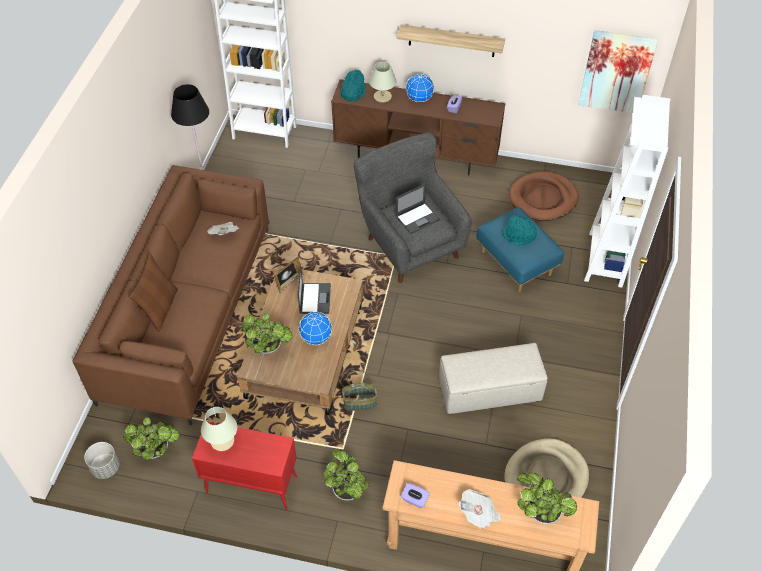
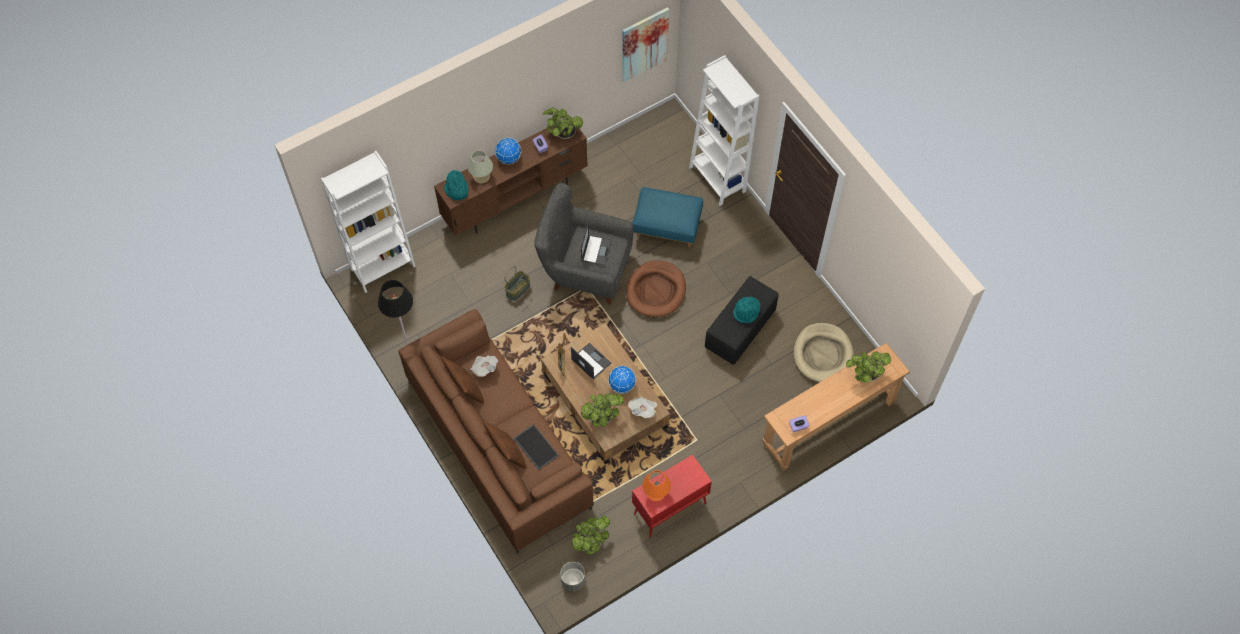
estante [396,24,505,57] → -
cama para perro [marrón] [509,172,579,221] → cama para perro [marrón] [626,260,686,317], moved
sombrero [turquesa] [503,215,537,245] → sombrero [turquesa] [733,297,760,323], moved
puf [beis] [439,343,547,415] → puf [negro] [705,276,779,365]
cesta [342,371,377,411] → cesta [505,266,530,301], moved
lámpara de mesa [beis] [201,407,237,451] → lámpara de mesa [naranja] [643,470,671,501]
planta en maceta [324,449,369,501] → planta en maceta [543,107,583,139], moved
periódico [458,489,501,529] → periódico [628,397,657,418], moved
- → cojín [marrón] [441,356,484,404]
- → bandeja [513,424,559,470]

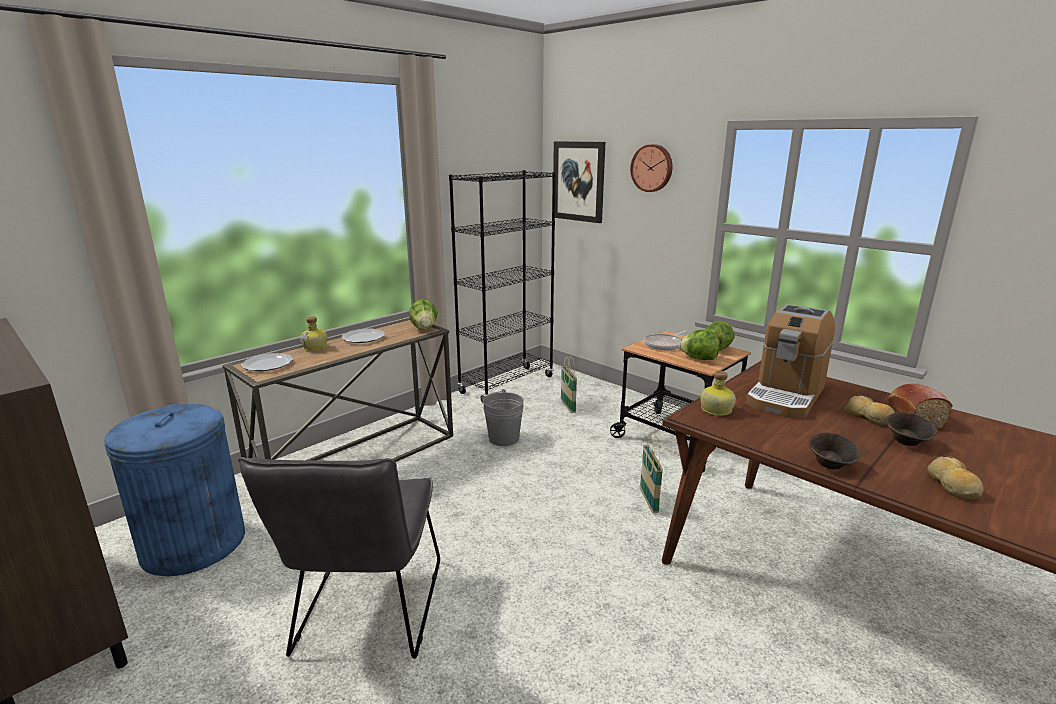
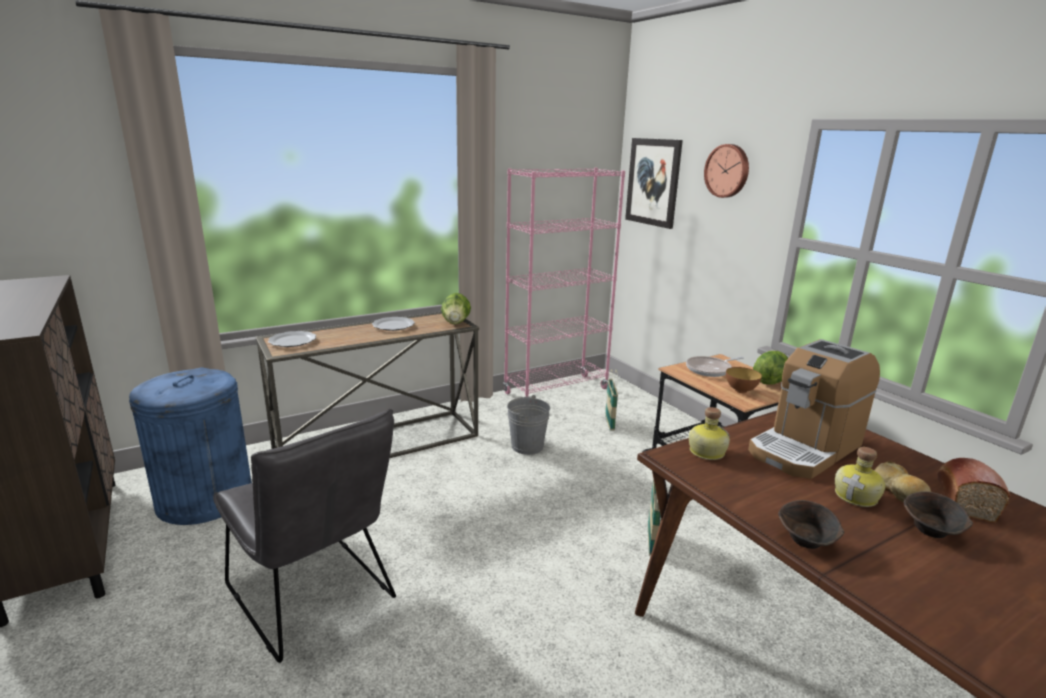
estantería [negro] [449,170,556,403] → estantería [rosa] [504,168,625,397]
botella [300,316,328,351] → botella [835,447,885,507], moved
lechuga [679,330,720,360] → cuenco [726,367,762,393]
pan [927,456,984,500] → -
silla [gris] [238,457,440,659] → silla [gris] [213,409,396,663], 60 degrees counterclockwise

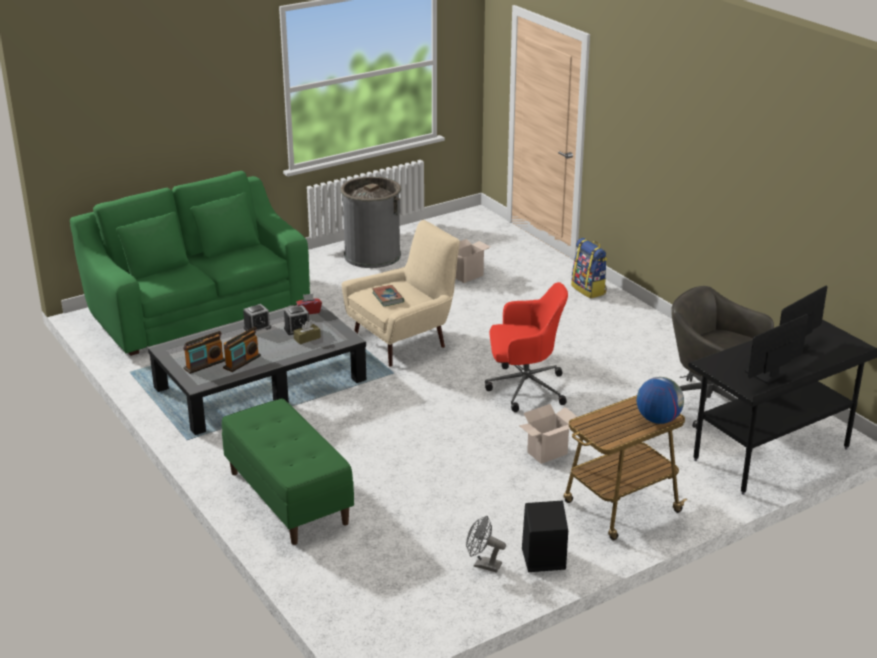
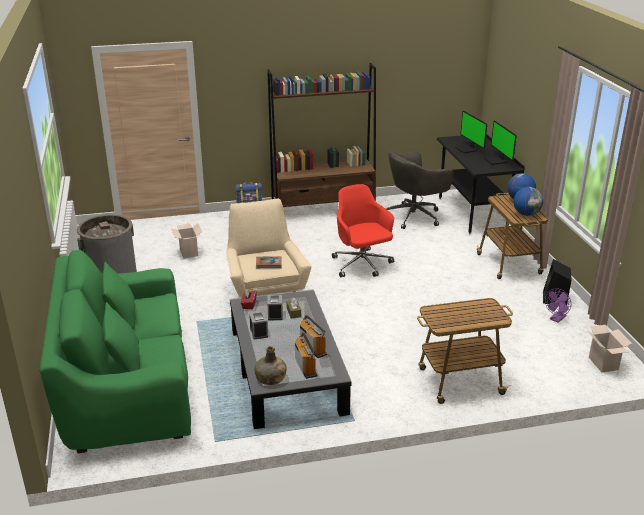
silla de oficina [rojo] [485,282,568,412] → silla de oficina [rojo] [332,184,394,277], 45 degrees counterclockwise
banco [verde] [222,398,354,545] → carrito [417,298,513,404]
caja de cartón [519,404,578,464] → caja de cartón [588,325,632,373], moved
ventilador [gris] [466,516,506,573] → ventilador [morado] [545,288,571,323]
- → estantería [marrón] [267,63,376,207]
- → globo terráqueo [513,187,543,216]
- → botella [verde] [255,346,287,385]

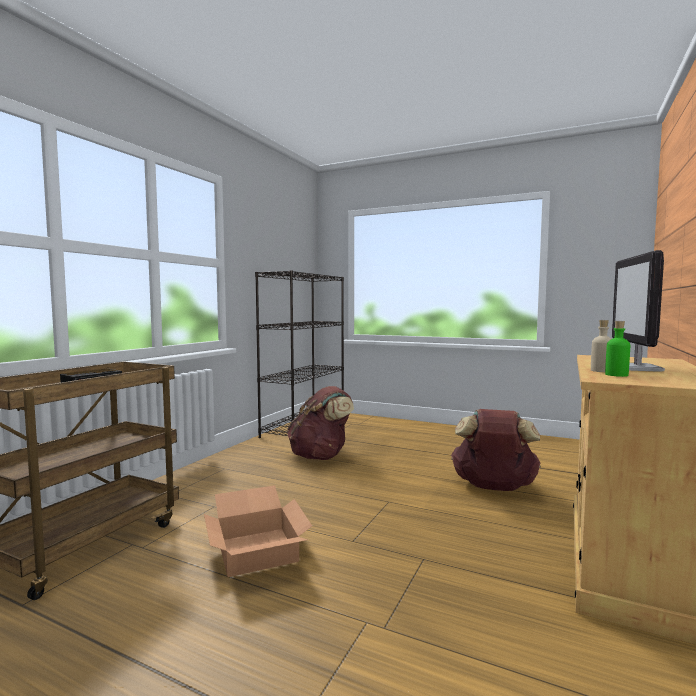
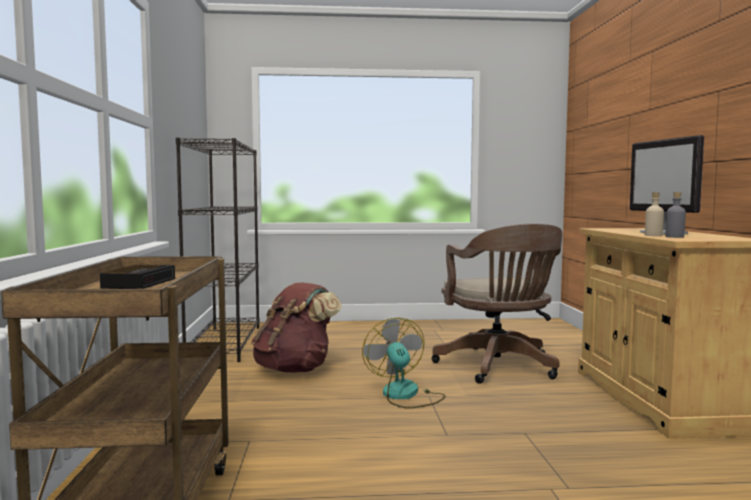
botella [verde] [605,321,630,377] → botella [gris] [665,192,686,238]
mochila [marrón] [451,409,541,491] → silla de oficina [marrón] [432,224,563,384]
caja de cartón [204,485,312,577] → -
- → ventilador [362,318,446,408]

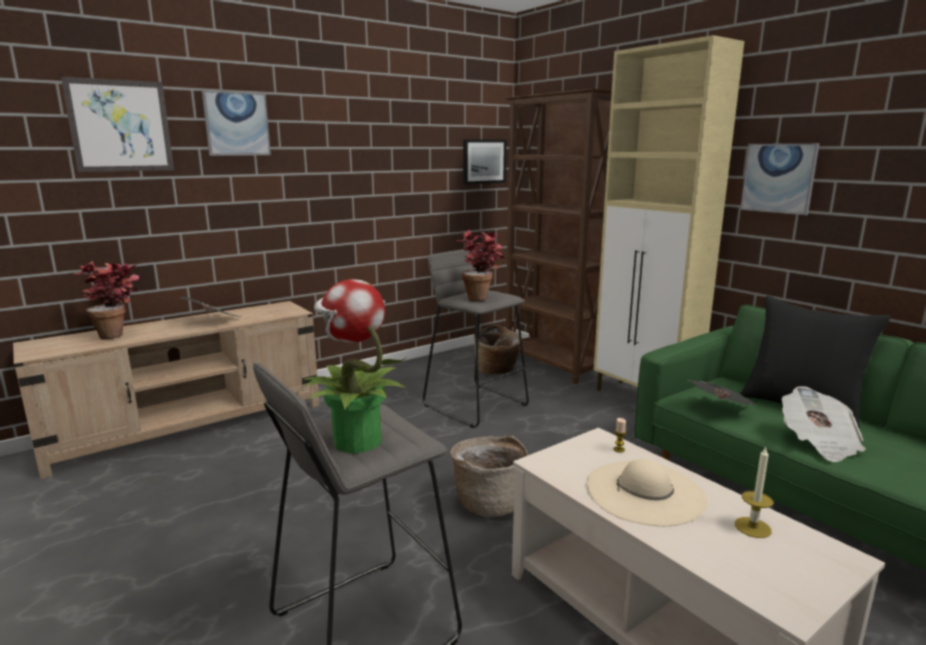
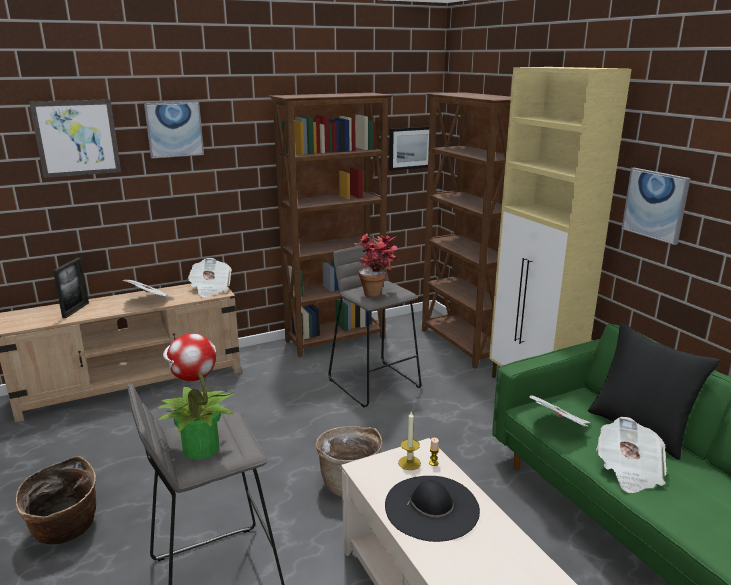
planta en maceta [74,261,140,339] → portarretratos [53,258,89,318]
cesta [474,325,520,374] → cesta [16,456,96,545], moved
vela [735,447,774,538] → vela [398,412,421,470], moved
sombrero [beis] [587,459,708,526] → sombrero [negro] [385,476,480,542]
- → estantería [marrón] [269,93,393,357]
- → periódico [188,258,232,297]

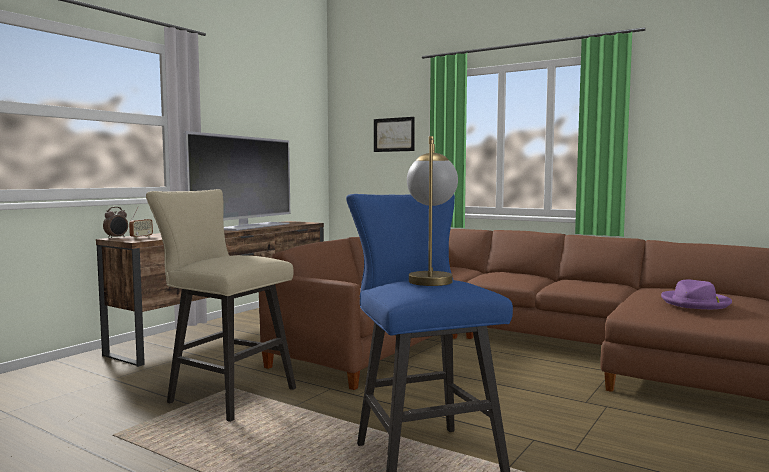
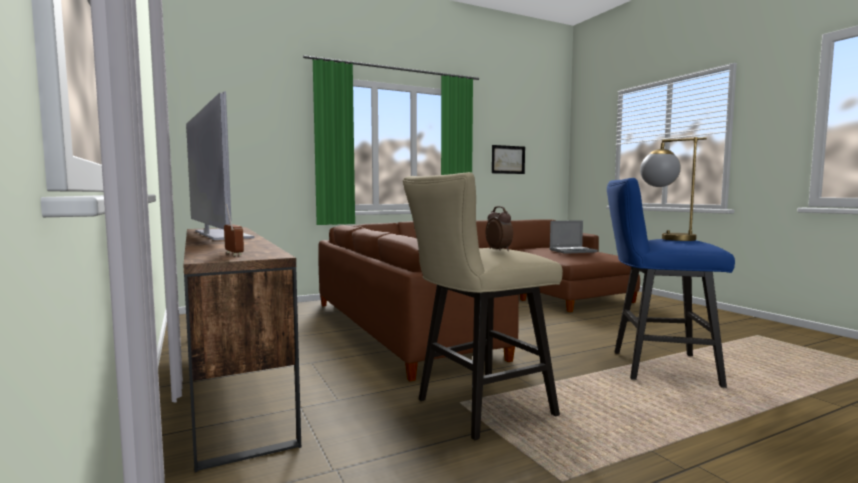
cuadro [374,117,415,152] → cuadro [492,145,525,174], moved
despertador [103,207,128,238] → despertador [486,206,513,251], moved
sombrero [morado] [661,279,732,309] → portátil [549,220,598,254]

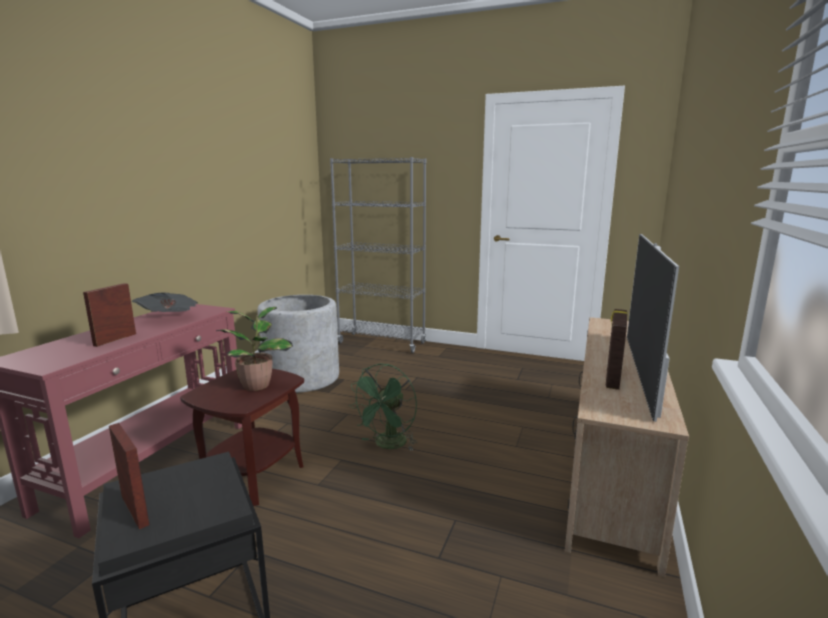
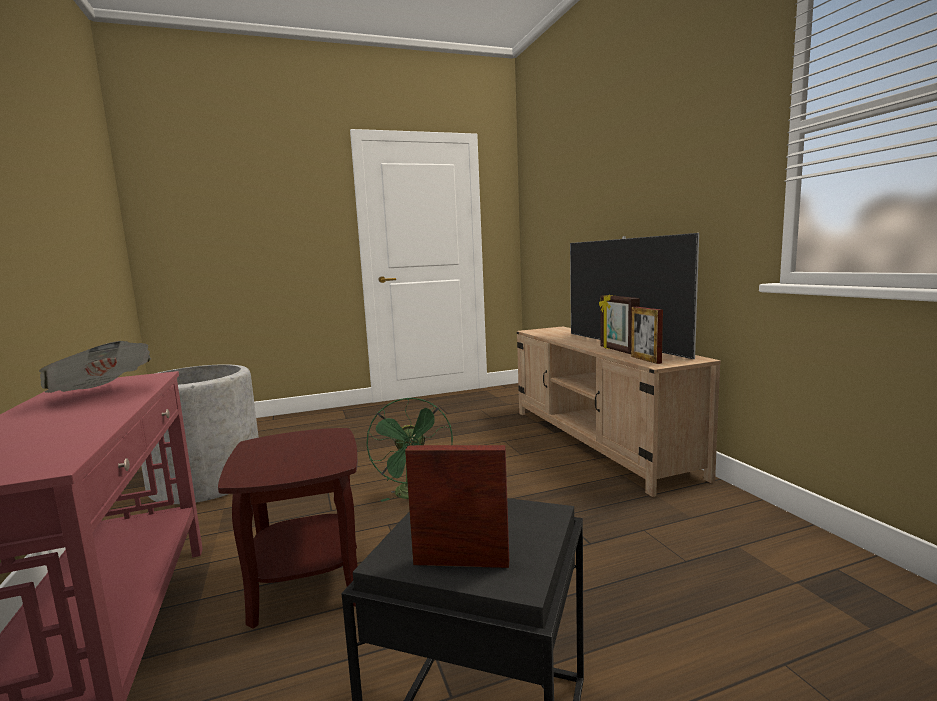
estantería [gris] [330,157,426,353] → -
portarretratos [83,283,136,347] → portarretratos [631,307,663,364], moved
planta en maceta [216,307,293,391] → -

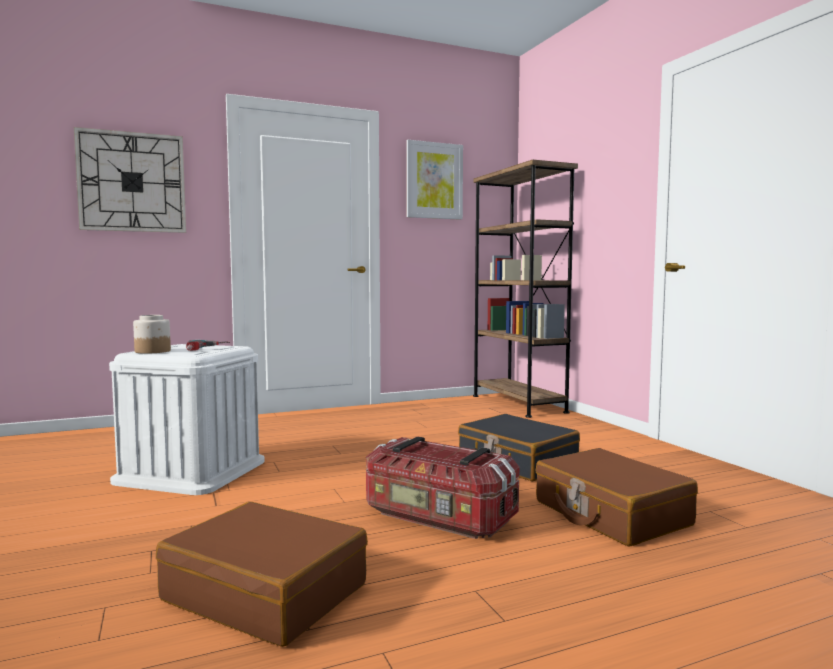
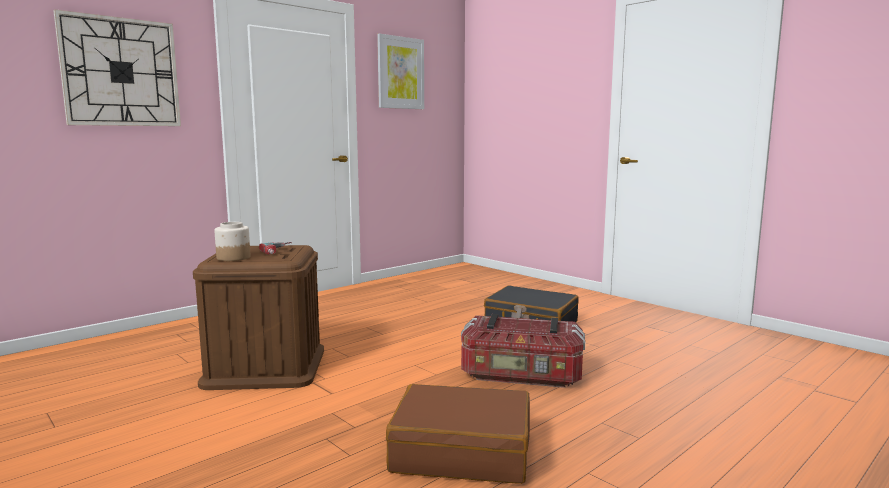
estantería [marrón] [473,160,578,418] → -
caja de almacenaje [blanco] [109,344,265,495] → caja de almacenaje [marrón] [193,245,324,390]
maleta [marrón] [535,448,698,547] → -

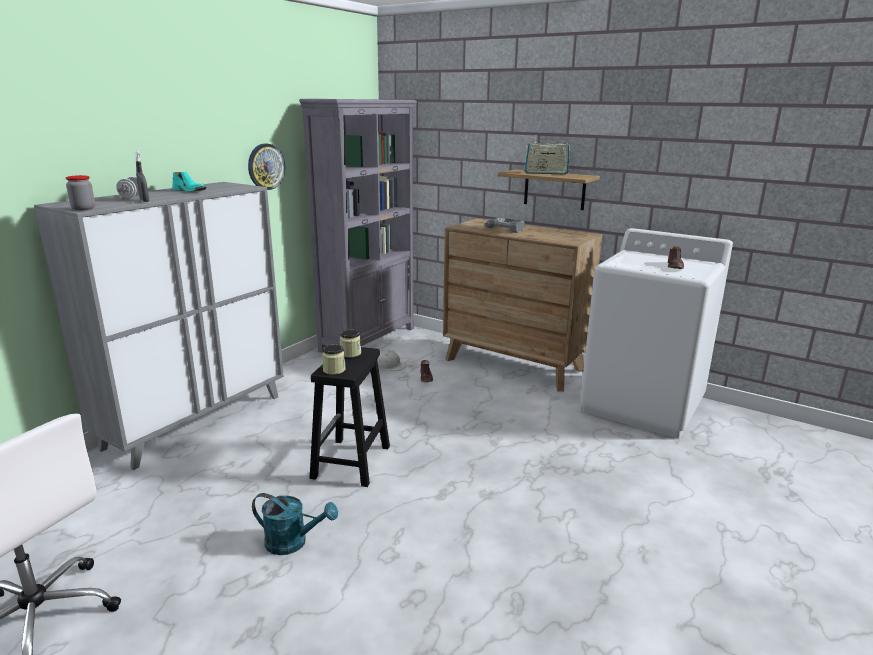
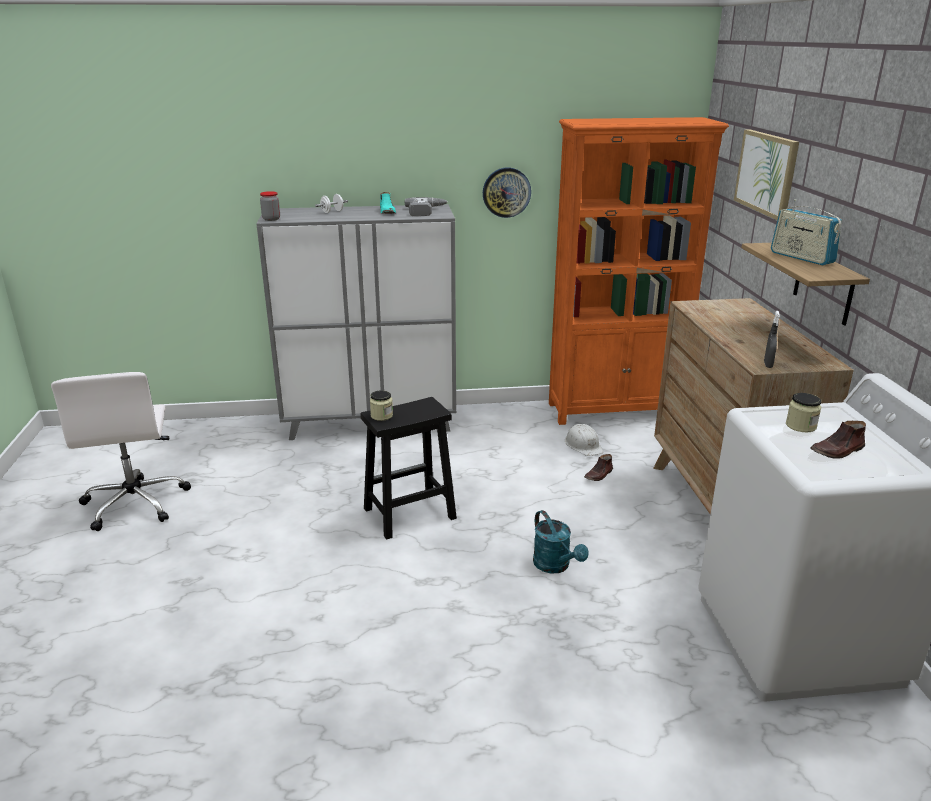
estantería [gris] [299,99,417,353] → estantería [naranja] [549,117,729,425]
pulverizador [gris] [135,151,149,202] → pulverizador [gris] [764,311,780,368], moved
taladro [485,218,524,233] → taladro [405,197,447,216], moved
tarro [340,330,361,358] → tarro [786,393,821,432], moved
regadera [turquesa] [252,493,338,555] → regadera [turquesa] [533,510,589,574], moved
- → cuadro [734,129,799,220]

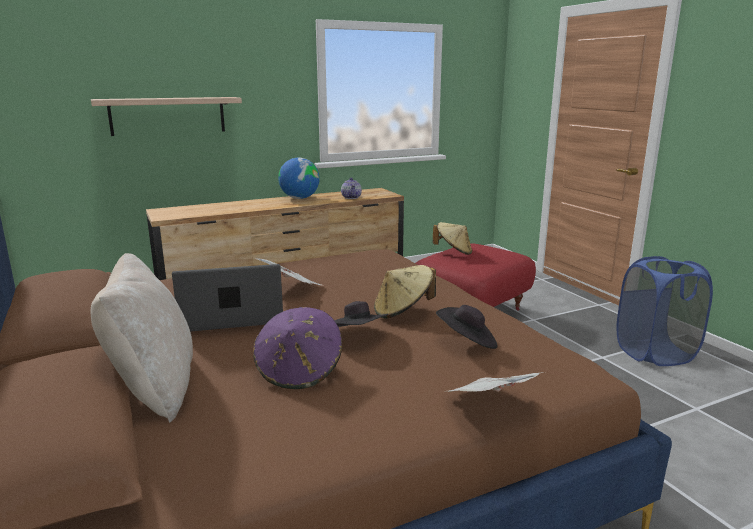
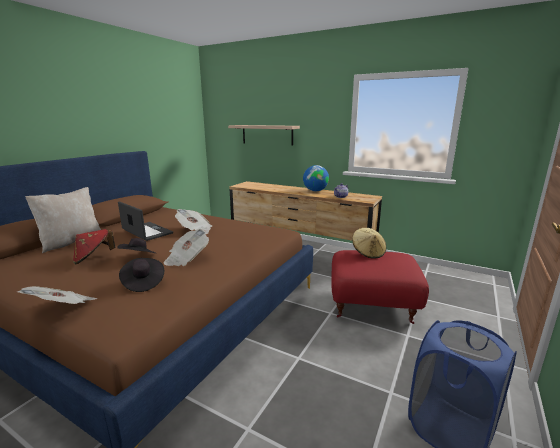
sombrero [beis] [374,265,436,319] → periódico [164,229,209,266]
sombrero [morado] [253,307,342,389] → sombrero [rojo] [73,229,115,264]

